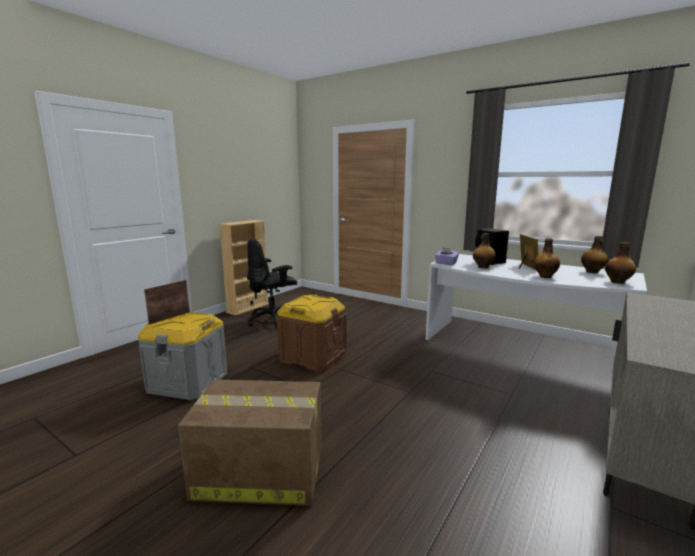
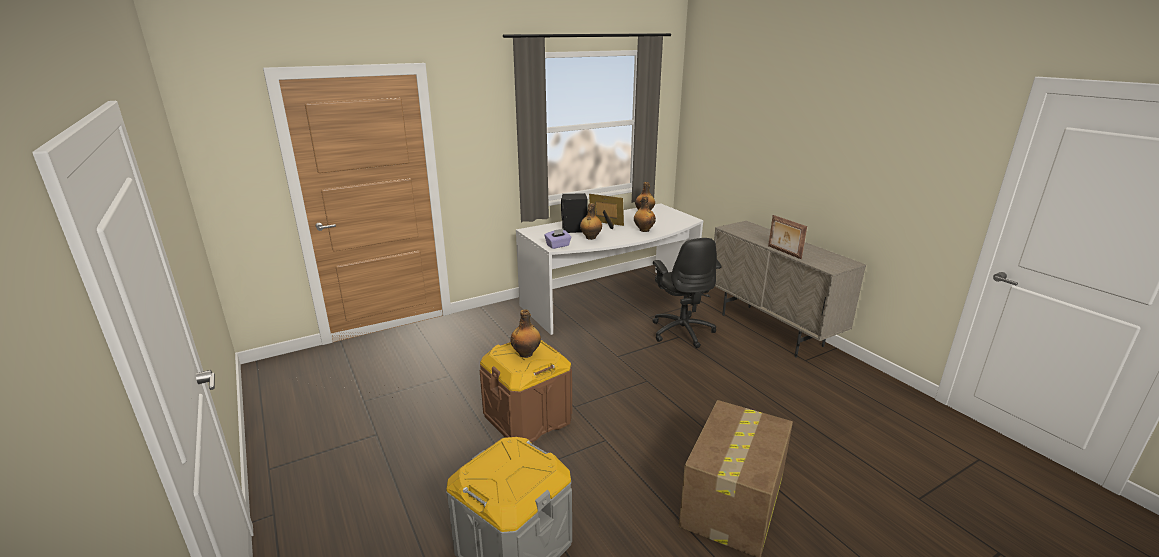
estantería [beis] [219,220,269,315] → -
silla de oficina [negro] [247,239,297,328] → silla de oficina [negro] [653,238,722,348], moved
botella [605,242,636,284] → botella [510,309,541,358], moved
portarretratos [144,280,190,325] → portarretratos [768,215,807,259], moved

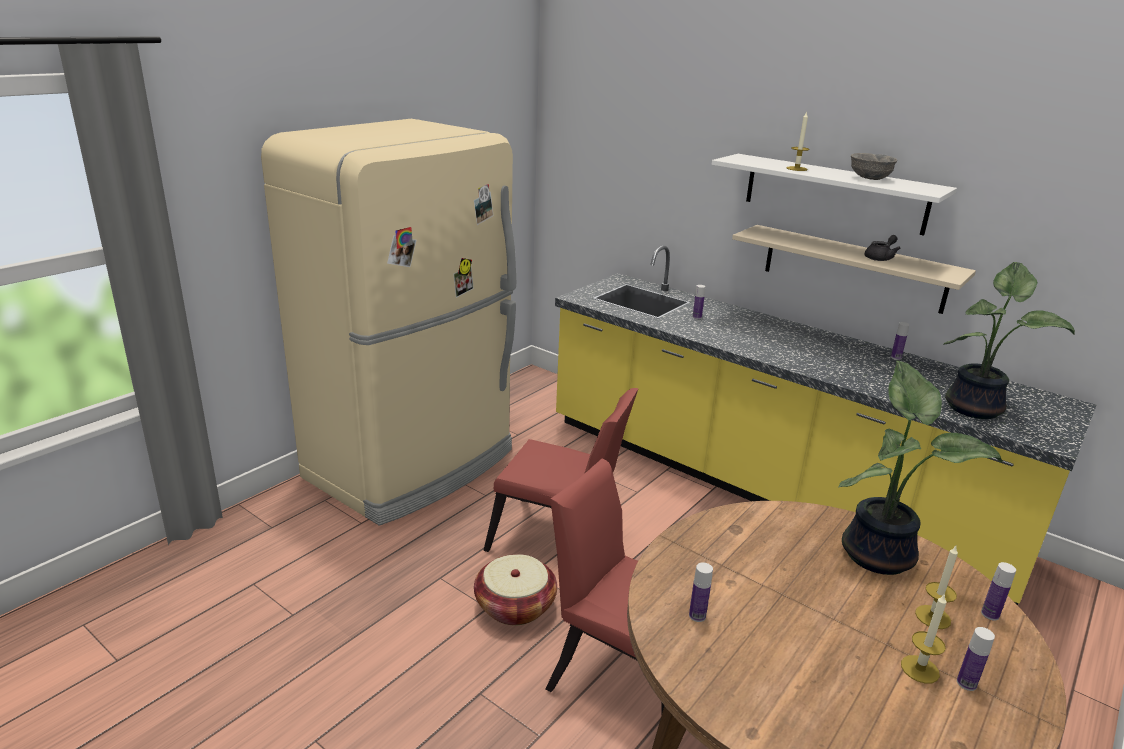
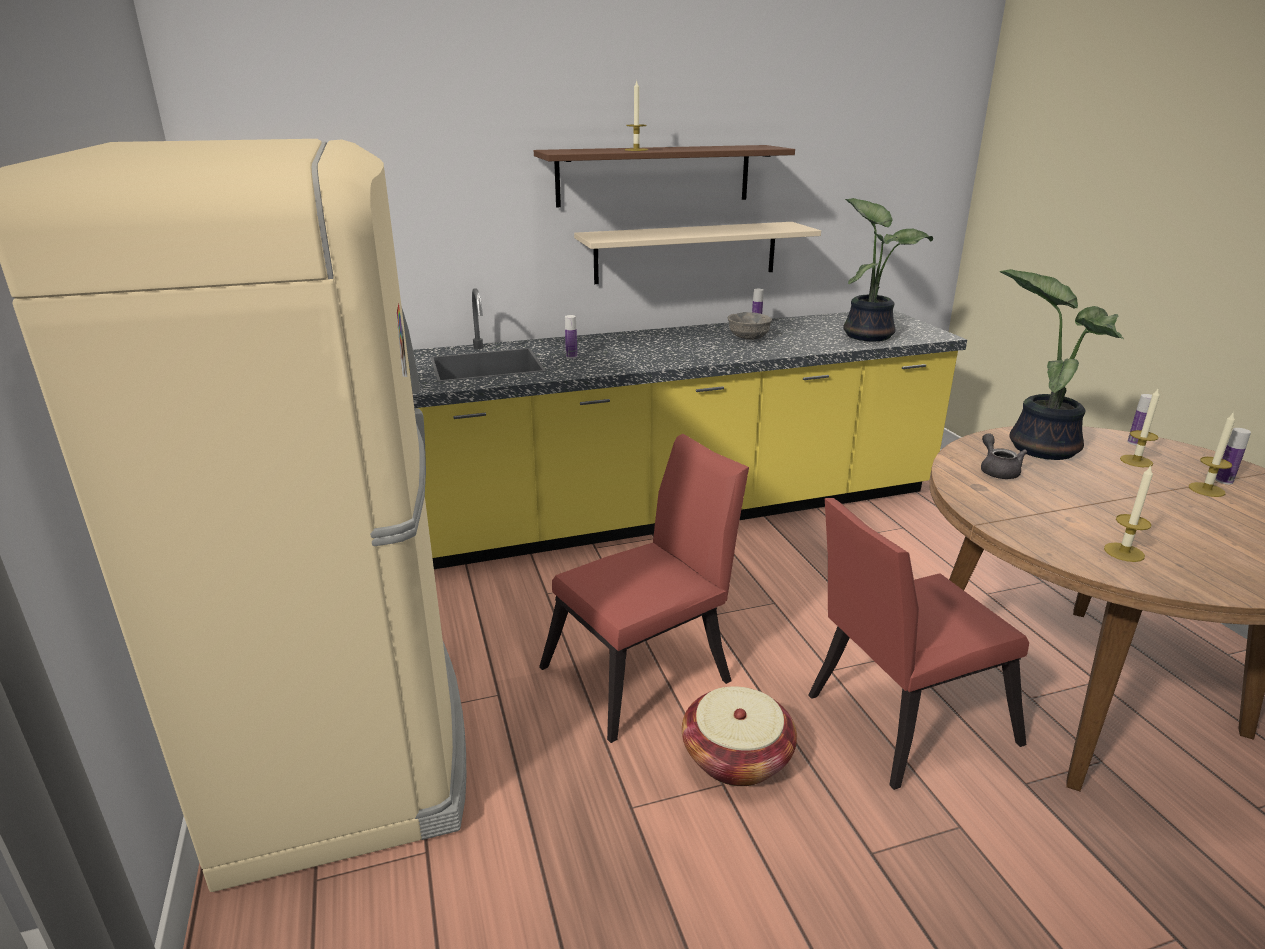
cuenco [gris] [851,153,897,180] → cuenco [gris] [728,312,772,340], moved
estante [blanco] [712,154,957,236] → estante [marrón] [534,145,795,207]
tetera [gris] [864,235,901,261] → tetera [gris] [981,433,1027,479], moved
botella [689,562,713,622] → vela [1104,466,1153,562]

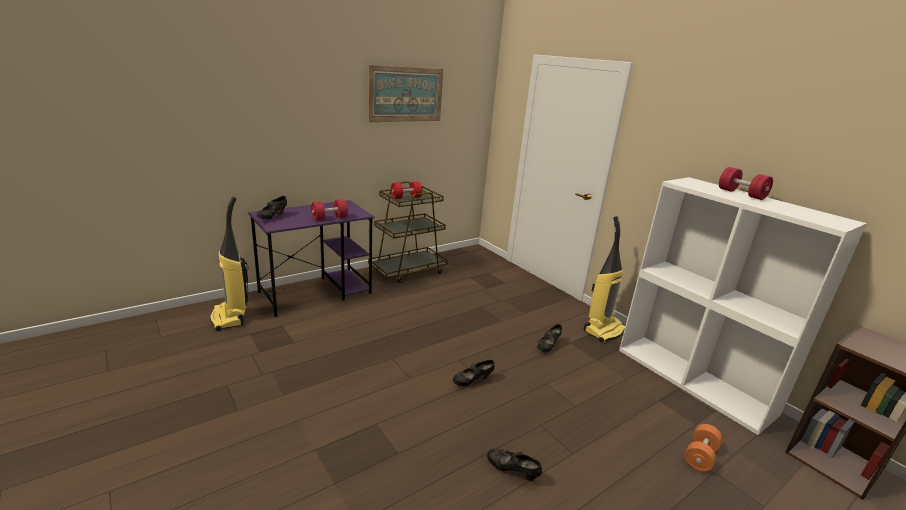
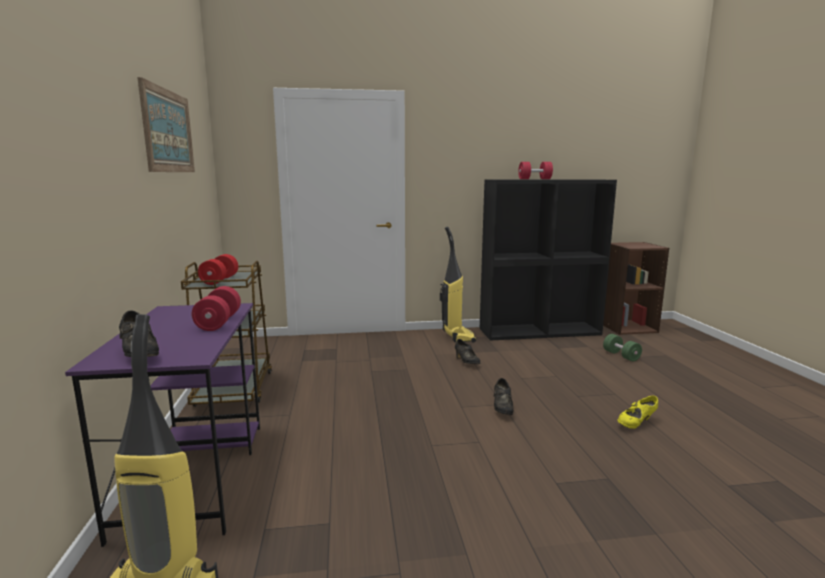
estantería [blanco] [619,177,867,435] → estantería [negro] [480,179,617,341]
mancuerna [naranja] [685,424,722,472] → mancuerna [verde] [603,334,642,361]
zapato [negro] [487,449,542,481] → zapato [amarillo] [617,396,658,429]

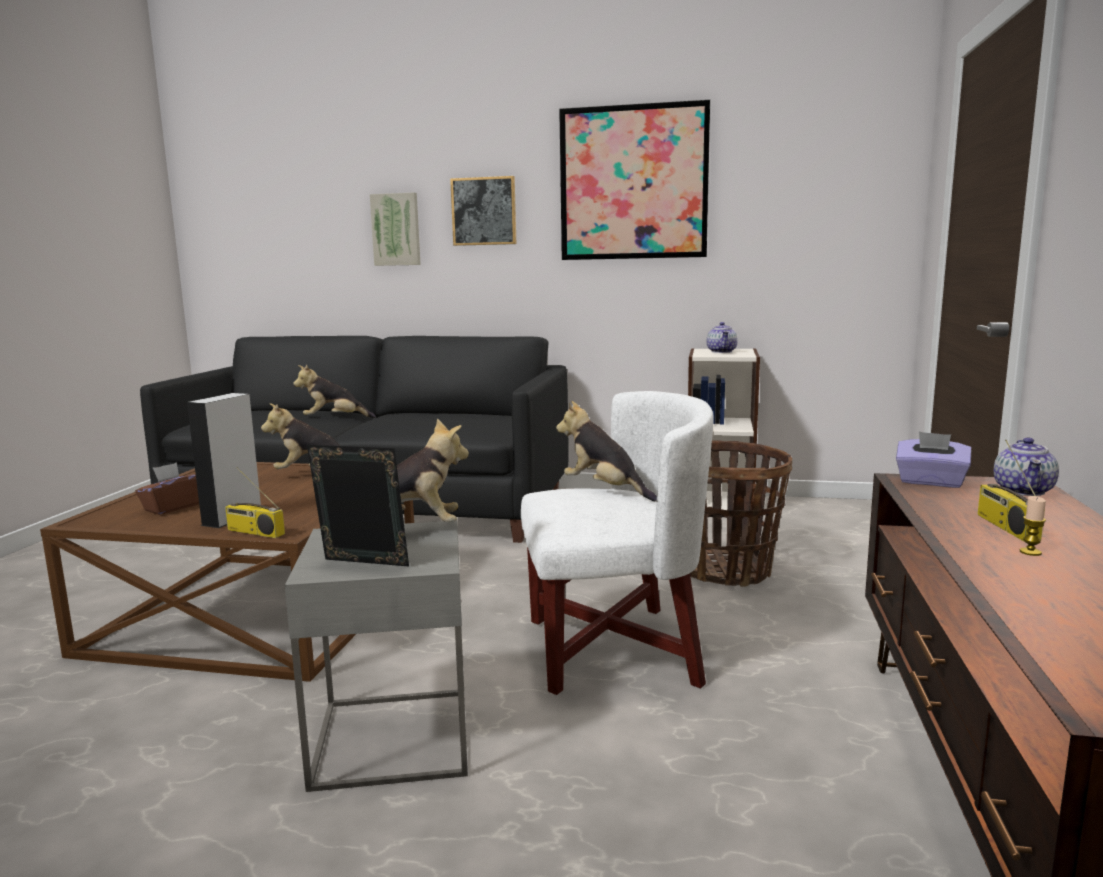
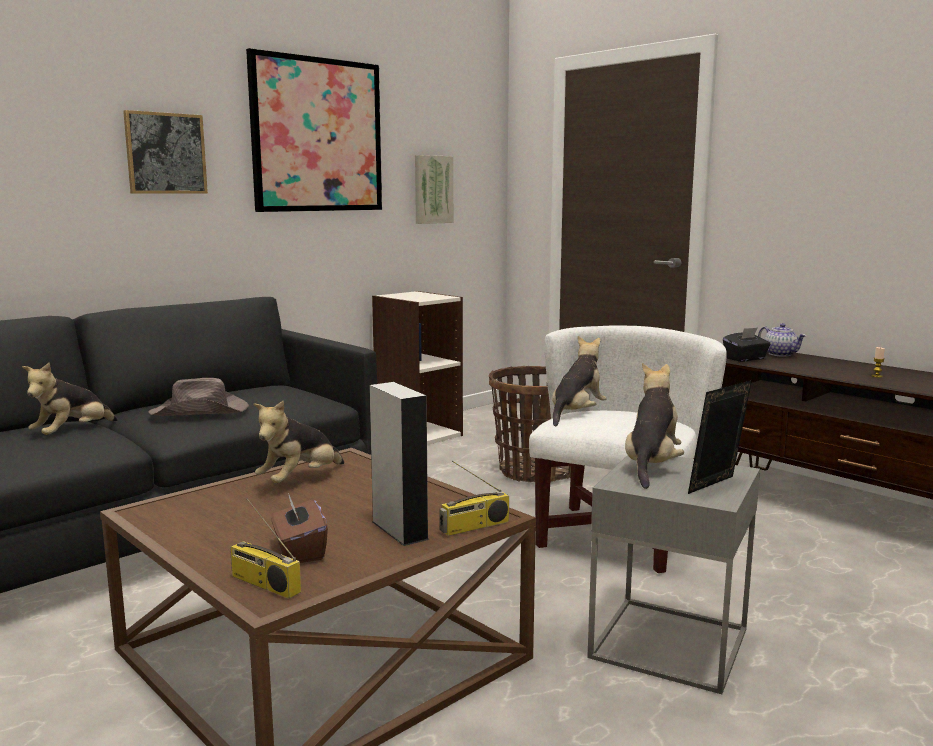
cuadro [370,192,421,266] → cuadro [415,155,453,224], moved
tetera [707,322,738,353] → -
peluche [556,401,657,502] → peluche [552,336,607,426], 135 degrees clockwise
caja de pañuelos [morado] [896,432,971,488] → caja de pañuelos [negro] [723,327,770,362]
radio [978,440,1045,542] → radio [230,498,301,599], moved
- → sombrero [marrón] [148,378,249,416]

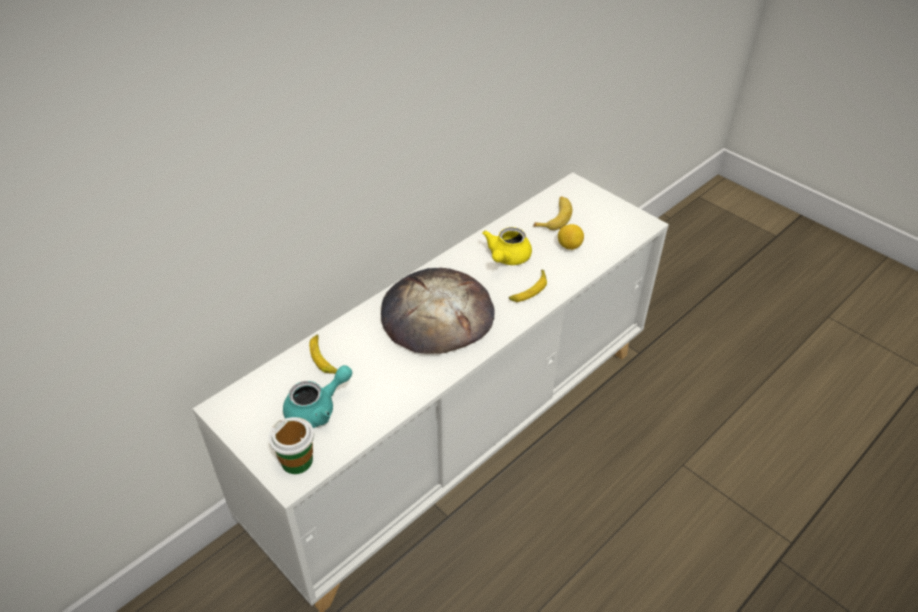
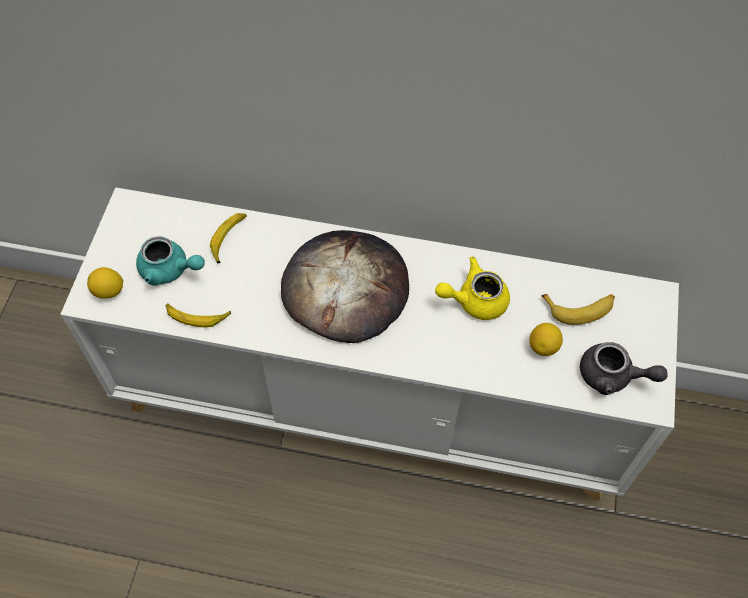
plátano [509,270,547,302] → plátano [166,303,231,328], moved
taza [268,417,314,474] → limón [87,267,123,299]
- → tetera [gris] [580,342,668,395]

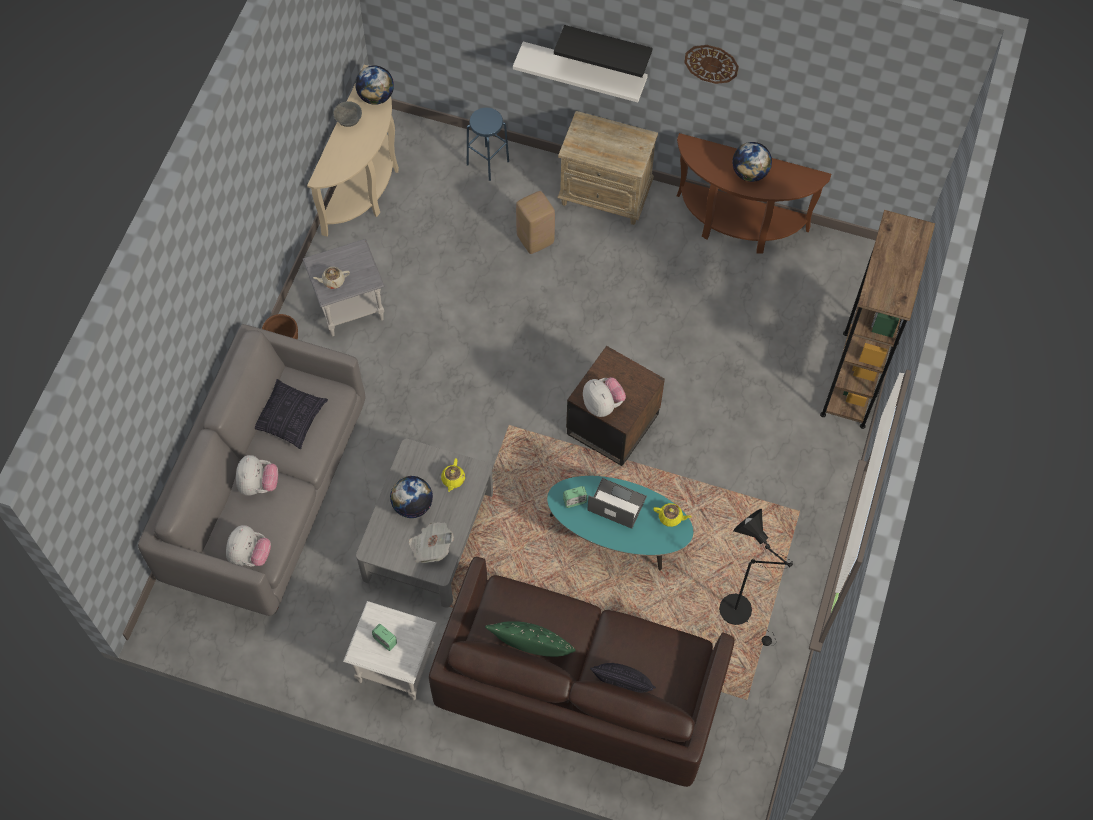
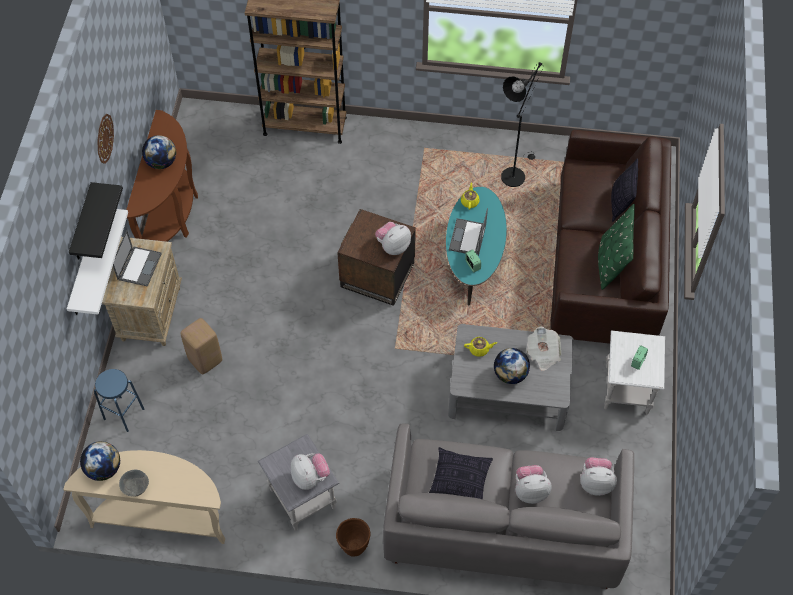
tetera [beis] [313,267,350,289] → peluche [291,453,330,490]
- → portátil [113,230,162,287]

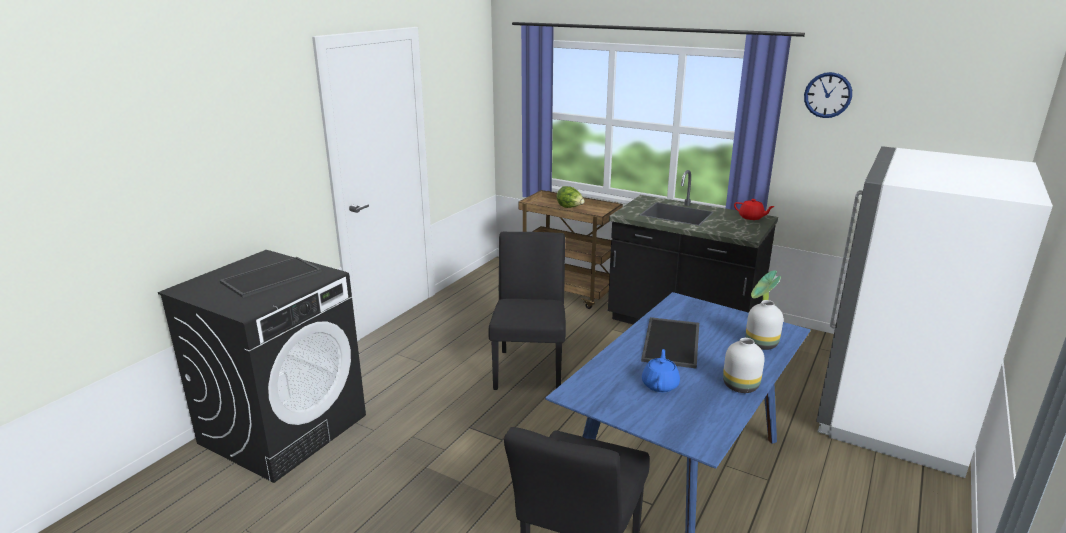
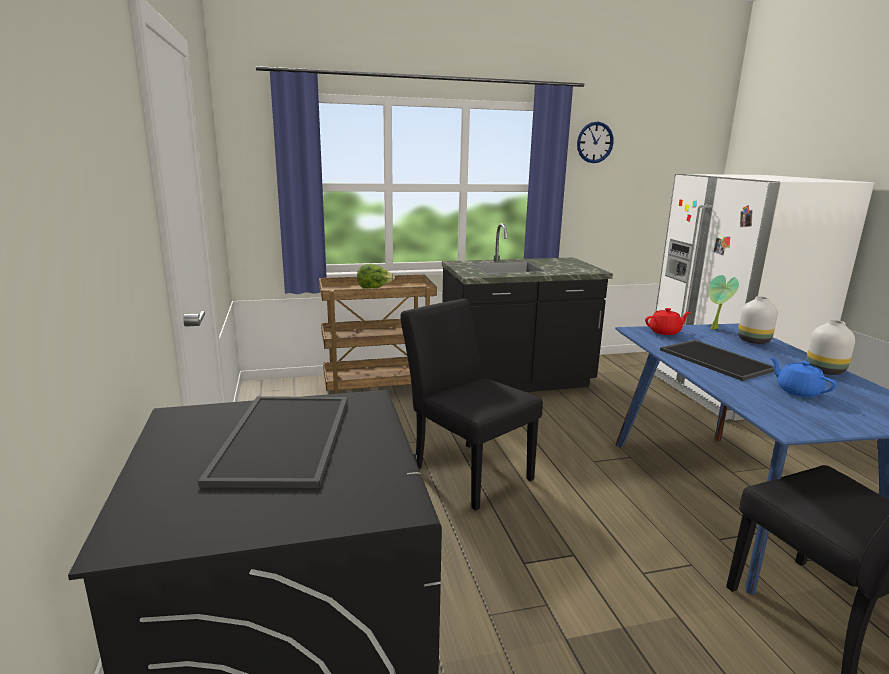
tetera [rojo] [734,199,775,220] → tetera [rojo] [645,308,691,335], moved

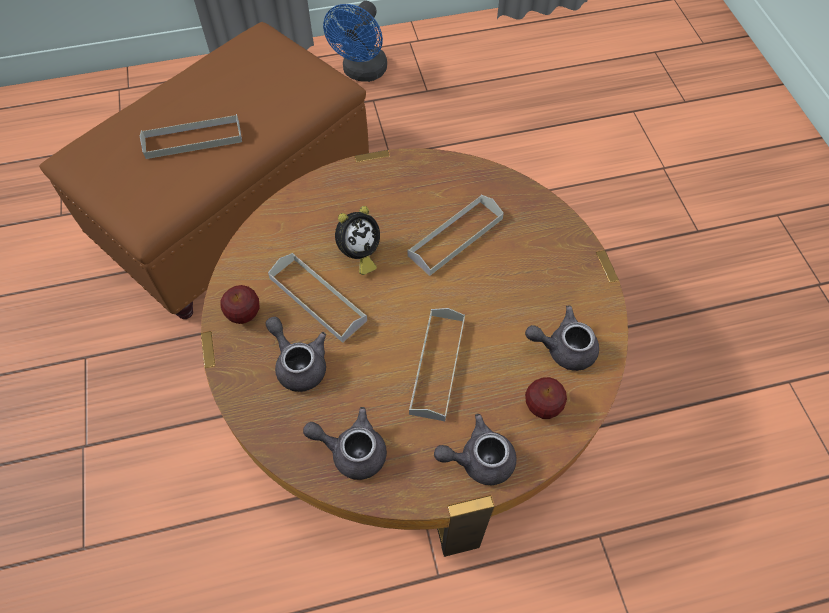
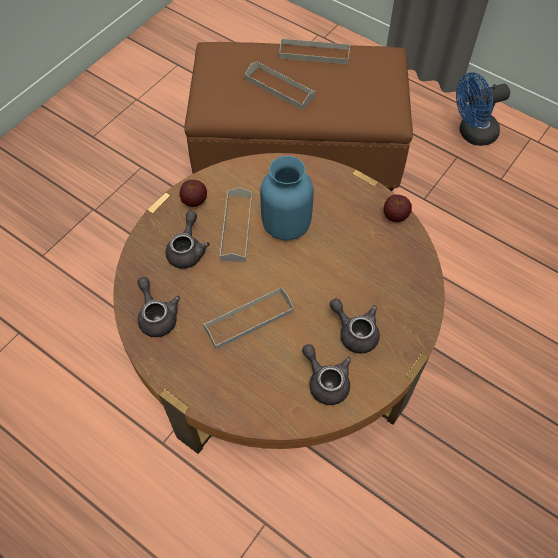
bandeja [gris] [407,195,504,276] → bandeja [gris] [279,38,350,64], moved
despertador [335,206,380,275] → florero [azul] [260,155,314,241]
manzana [525,377,567,419] → manzana [384,194,412,222], moved
tetera [gris] [434,414,517,485] → tetera [gris] [330,299,380,354], moved

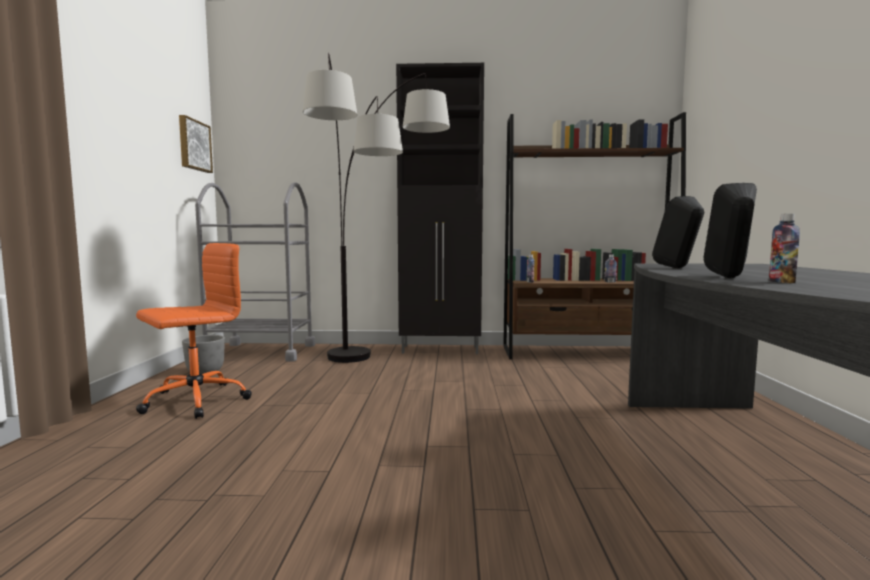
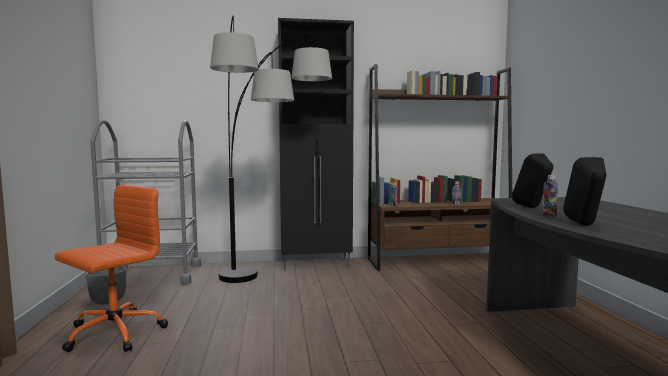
cuadro [179,115,213,173] → -
botella [769,214,800,283] → botella [542,175,558,216], moved

